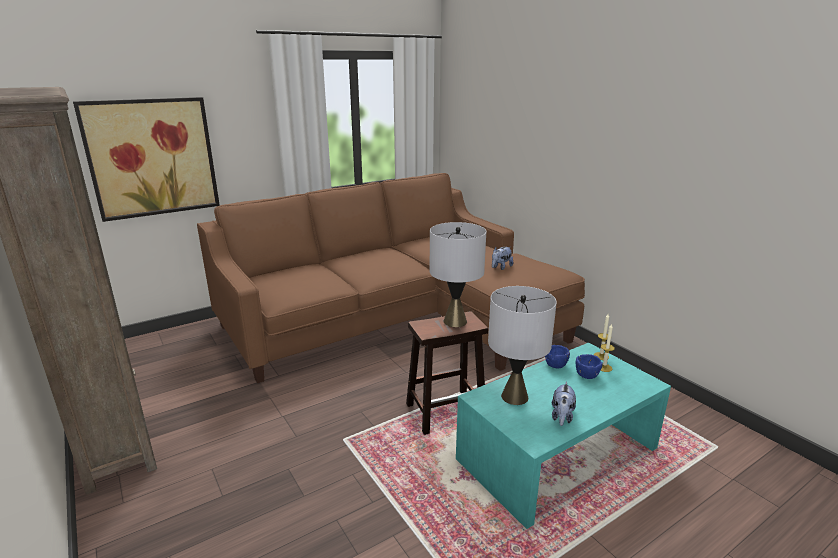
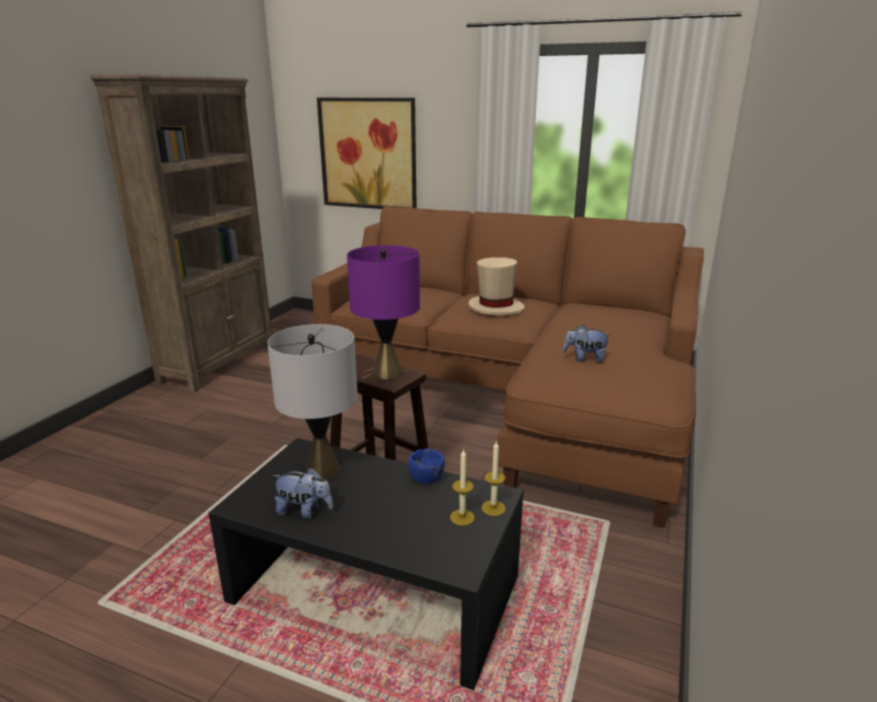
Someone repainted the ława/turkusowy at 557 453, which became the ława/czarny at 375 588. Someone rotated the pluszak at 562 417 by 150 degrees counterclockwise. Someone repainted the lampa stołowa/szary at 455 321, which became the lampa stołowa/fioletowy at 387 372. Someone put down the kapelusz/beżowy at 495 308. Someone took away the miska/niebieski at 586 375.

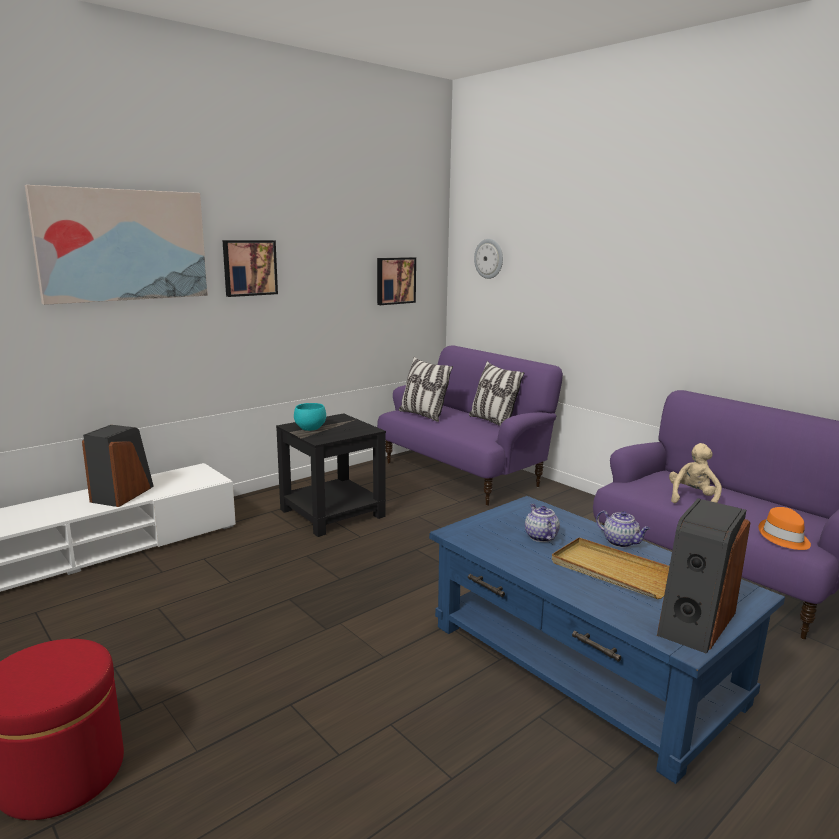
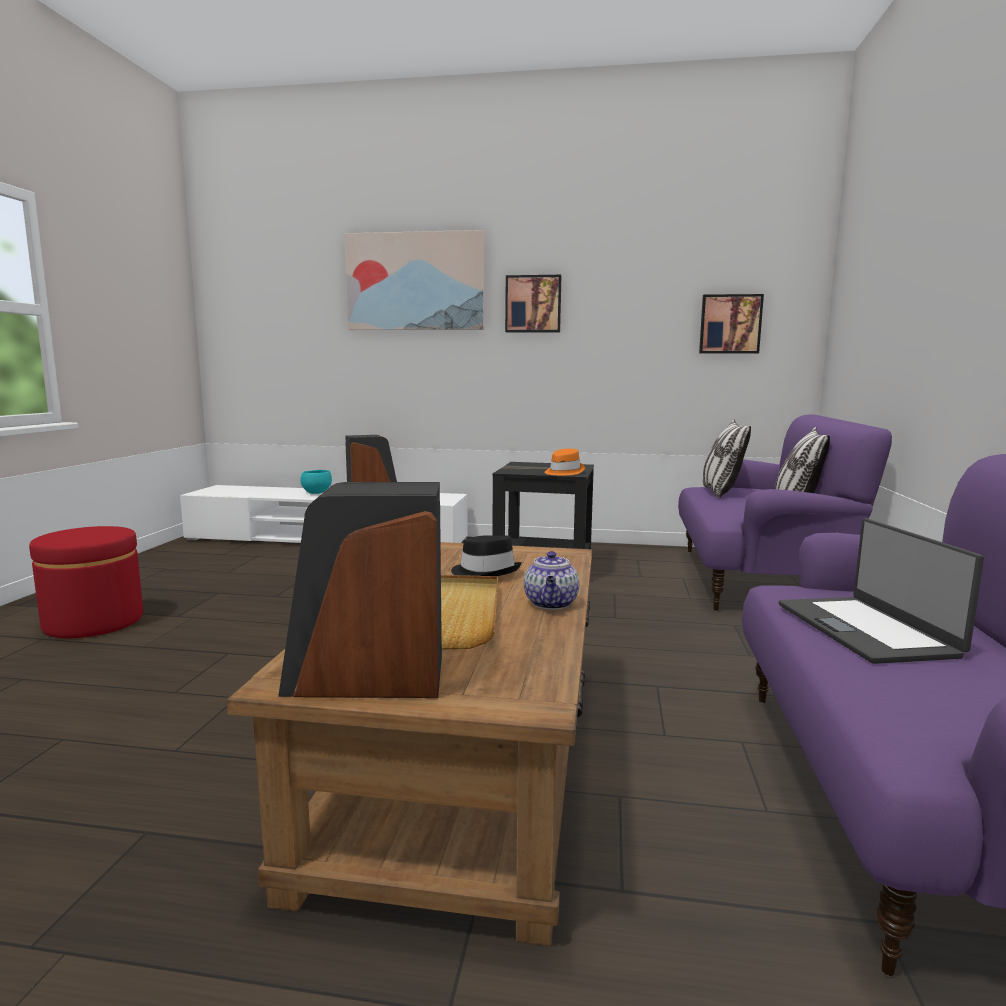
Someone repainted the ława/niebieski at 582 663, which became the ława/brązowy at 465 762. Someone carried the miska/turkusowy from 309 429 to 316 493. Someone swapped the imbryk at 540 536 for the kapelusz/czarny at 486 572. Someone carried the kapelusz/pomarańczowy from 783 537 to 563 472. Someone swapped the pluszak/beżowy at 692 499 for the laptop at 866 629. Someone took away the zegar ścienny at 489 258.

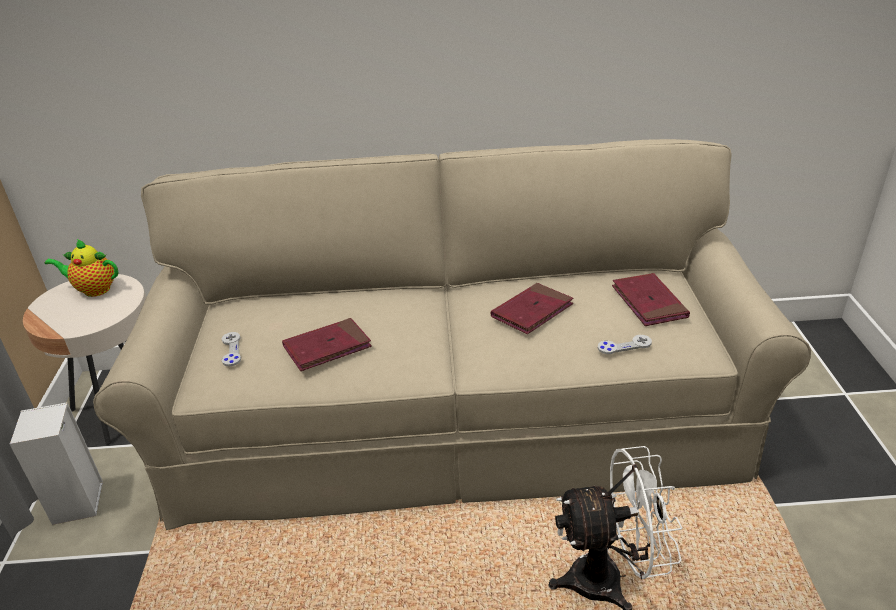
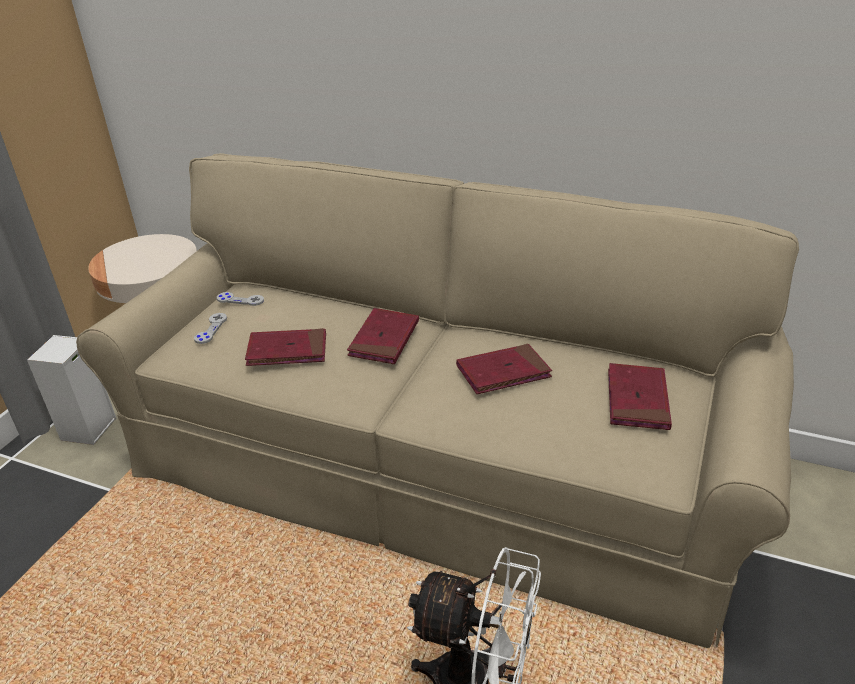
Someone carried the pad do gier/szary from 624 345 to 240 300. Someone put down the książka/czerwony at 384 339. Someone took away the imbryk at 94 289.

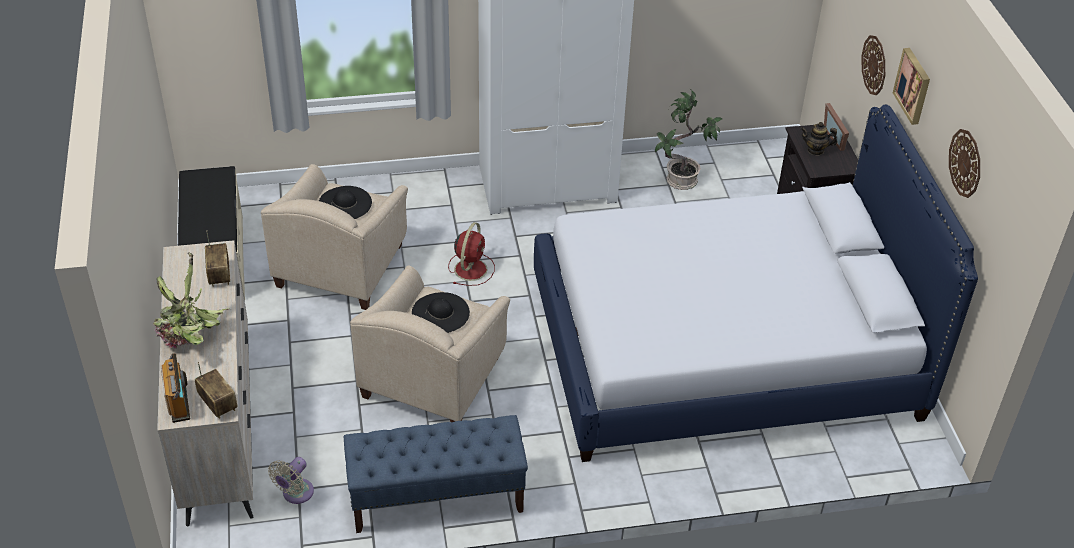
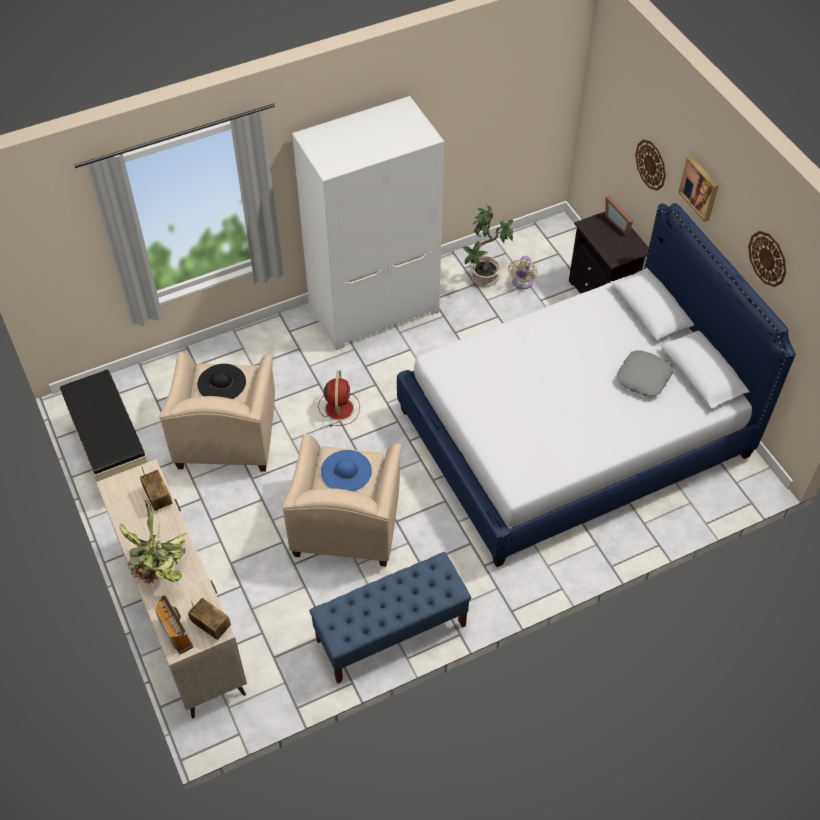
Someone repainted the kapelusz/czarny at 440 313, which became the kapelusz/niebieski at 346 471. Someone carried the wentylator/beżowy from 295 494 to 522 283. Someone put down the poduszka/szary at 643 377. Someone took away the imbryk at 815 150.

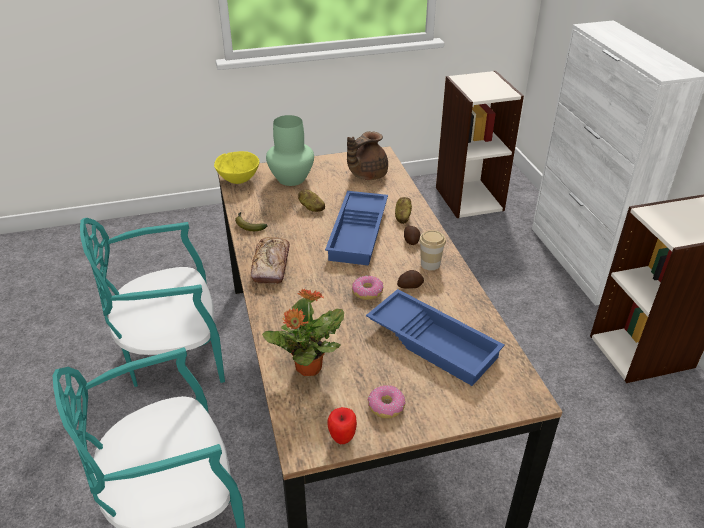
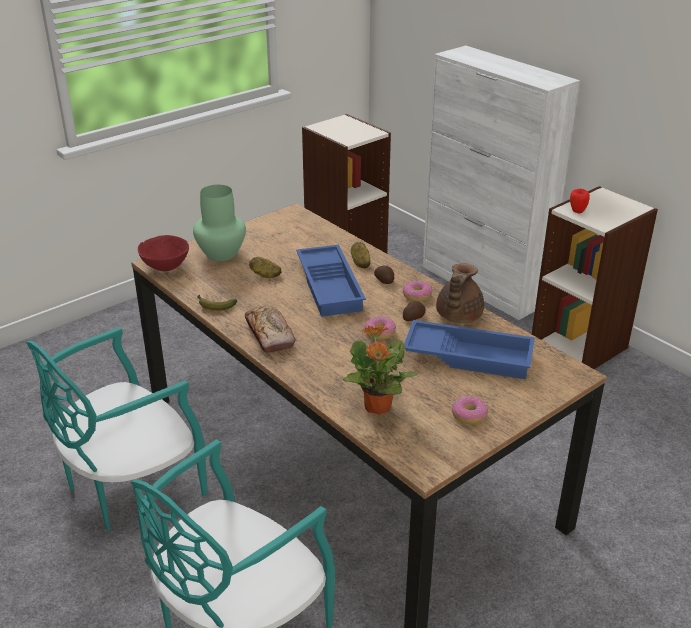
Someone repainted the miska/żółty at 239 180, which became the miska/czerwony at 166 267. Someone swapped the filiżanka at 430 264 for the donut at 417 296. Someone carried the imbryk/brązowy from 366 174 to 457 316. Someone carried the jabłko from 342 438 to 577 211.

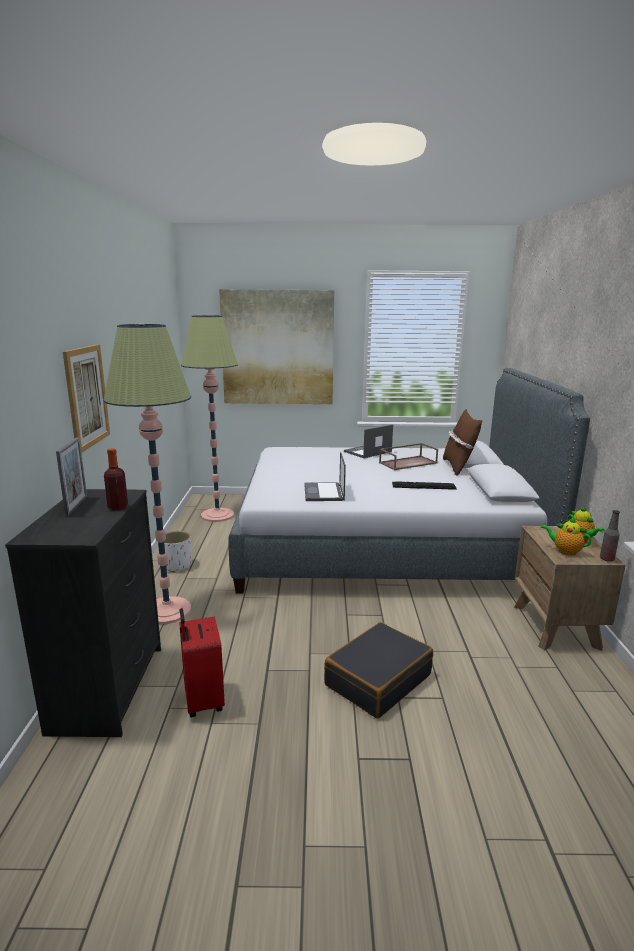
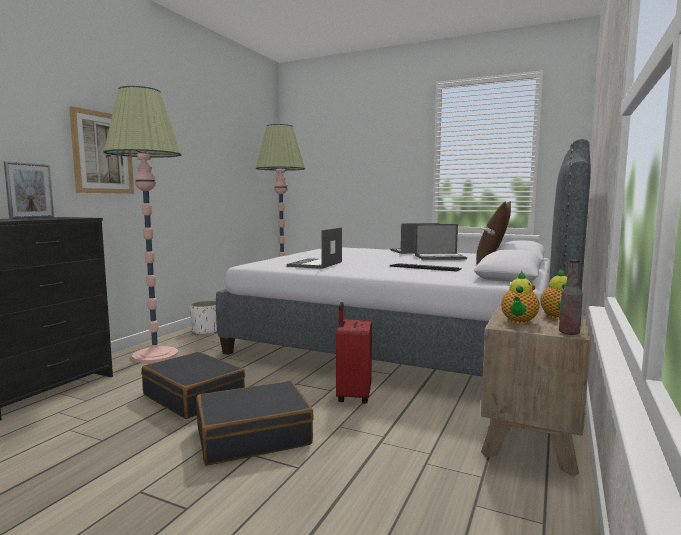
Someone put down the walizka/czarny at 194 396. Someone carried the walizka/czerwony from 202 701 to 353 396. Someone swapped the taca/brązowy at 408 462 for the laptop at 440 257. Someone rotated the imbryk at 565 551 by 120 degrees counterclockwise. Someone took away the butelka at 118 507. Someone took away the obraz at 278 348.

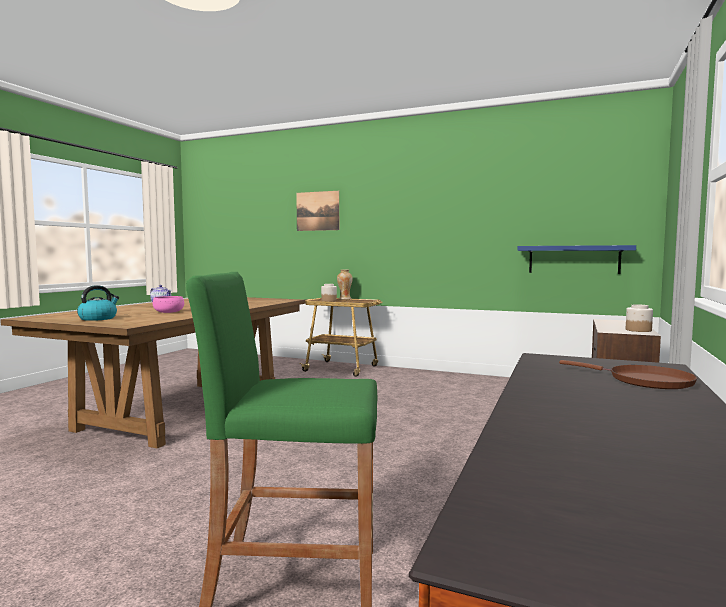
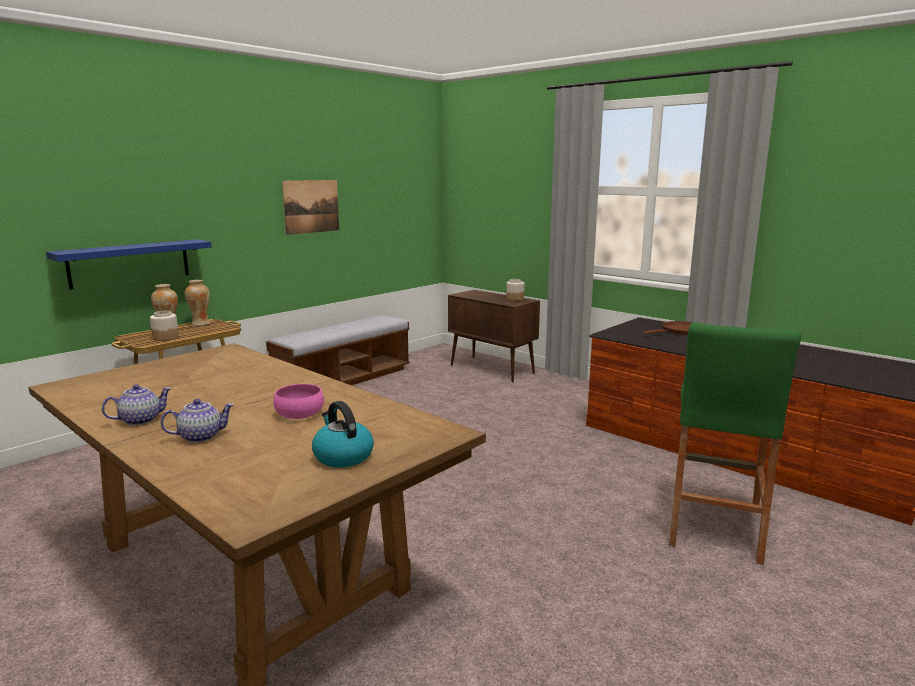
Someone carried the półka/niebieski from 573 259 to 130 263. Someone put down the imbryk at 201 436. Someone put down the wazon at 200 323. Someone put down the ławka at 344 380. Someone carried the obraz from 317 211 to 311 206.

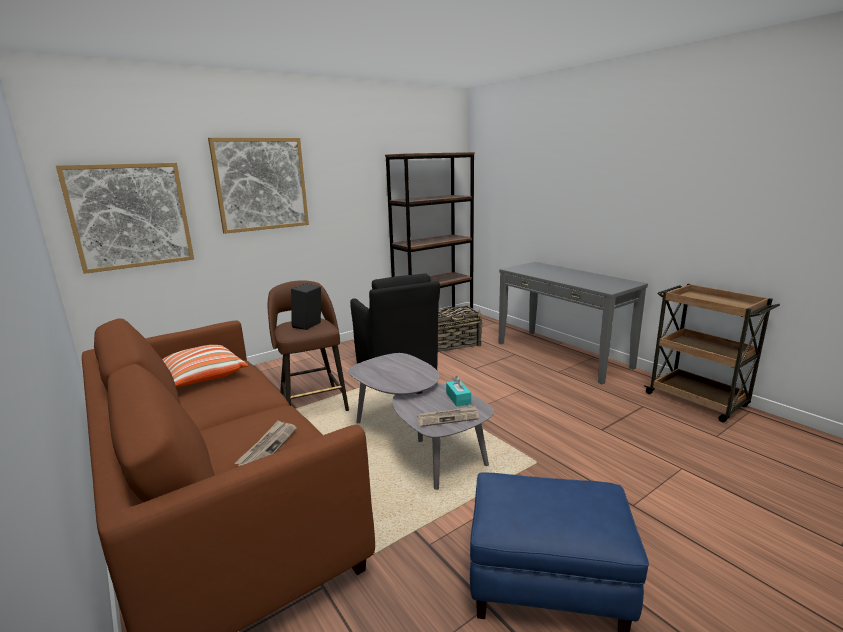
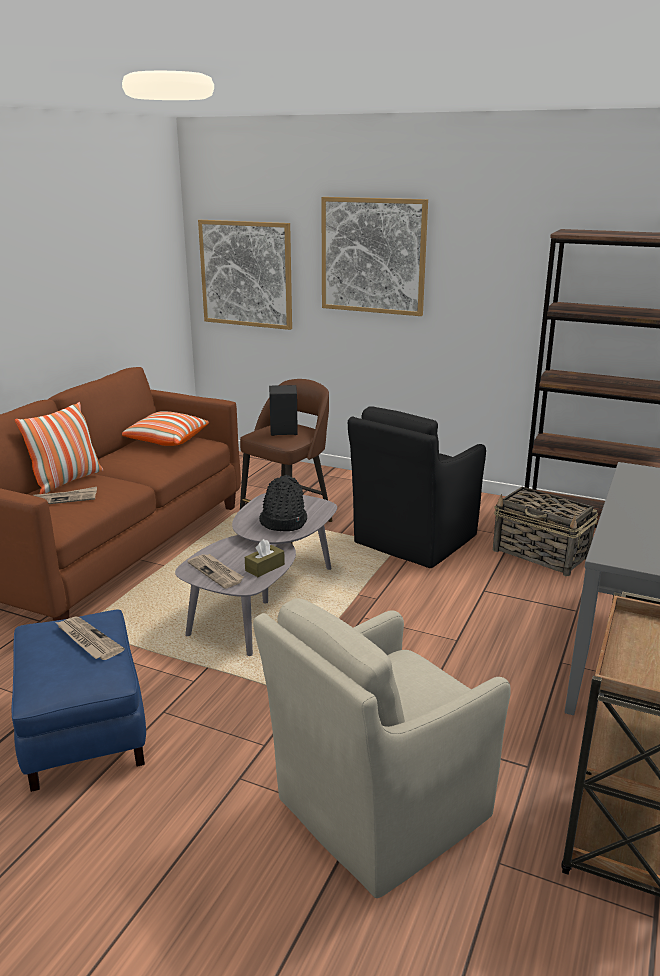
Someone put down the poduszka at 67 481. Someone put down the gazeta at 88 640. Someone repainted the pudełko chusteczek/turkusowy at 458 398, which became the pudełko chusteczek/brązowy at 265 567. Someone put down the fotel/beżowy at 377 811. Someone put down the kapelusz/czarny at 282 521.

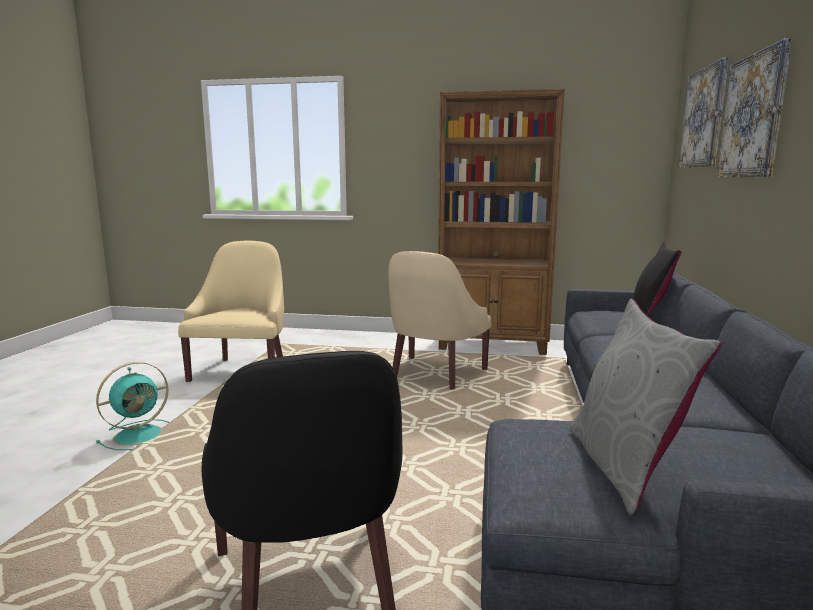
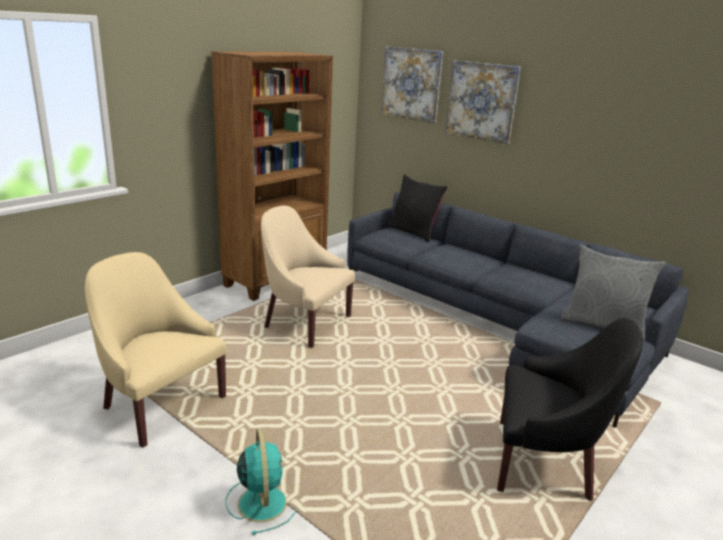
Someone rotated the fotel/beżowy at 434 374 by 150 degrees clockwise.

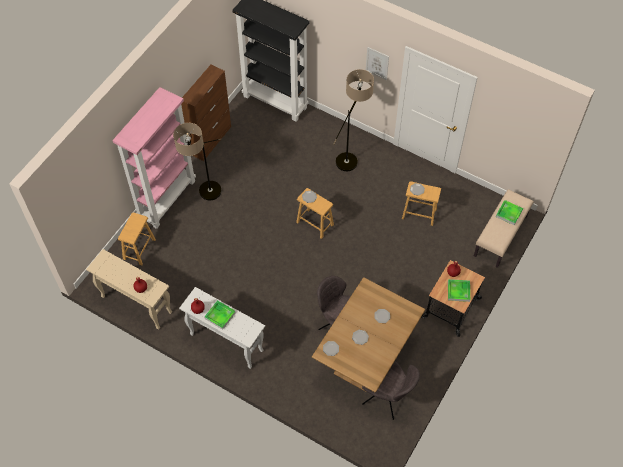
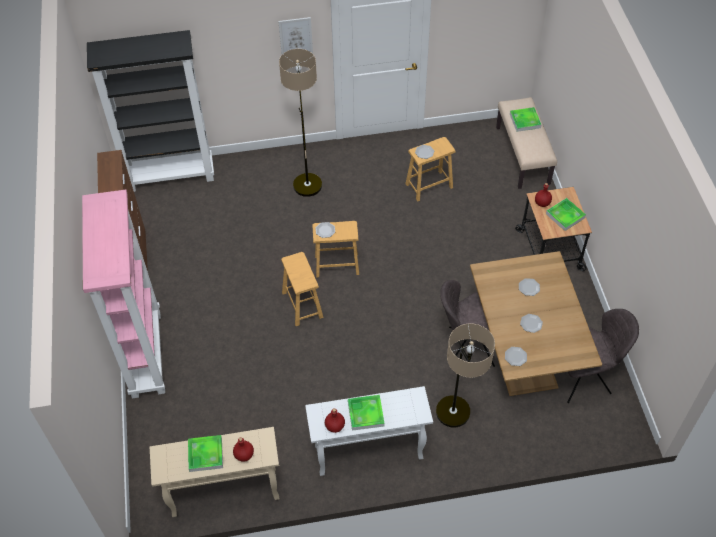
Someone put down the taca at 205 454. Someone carried the stołek/brązowy from 139 249 to 302 305. Someone carried the lampa stojąca from 204 197 to 455 424.

